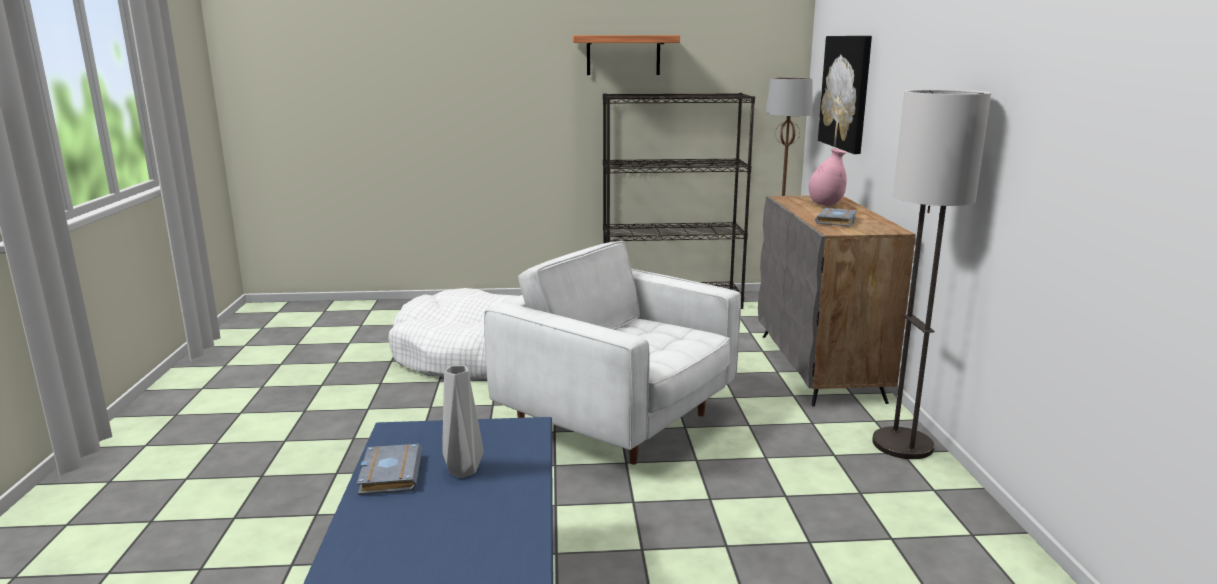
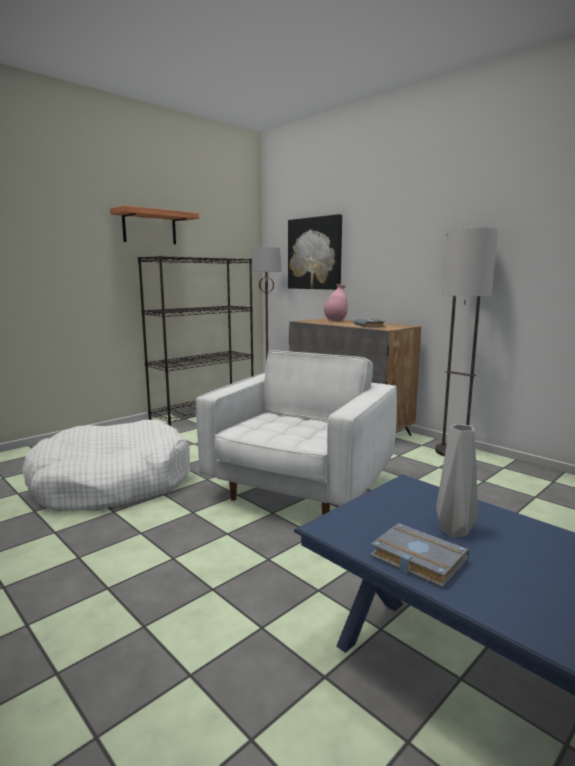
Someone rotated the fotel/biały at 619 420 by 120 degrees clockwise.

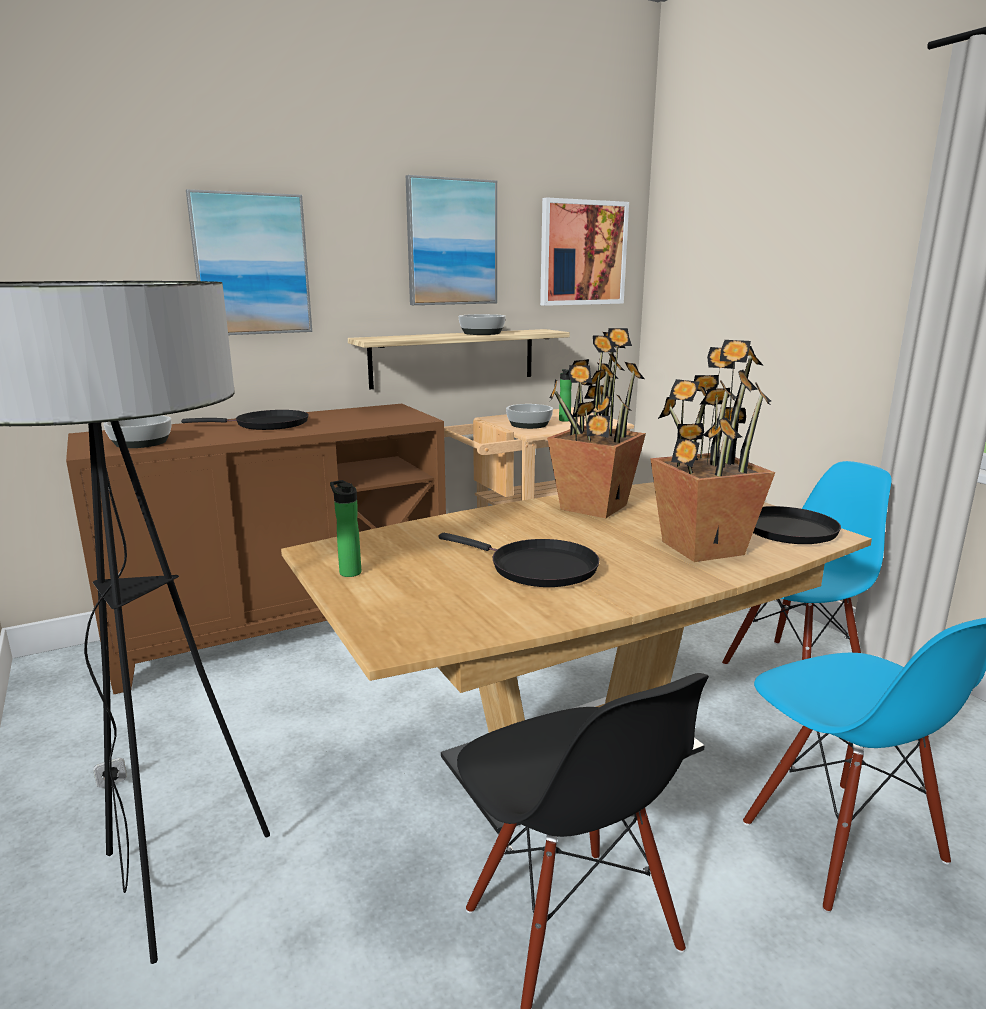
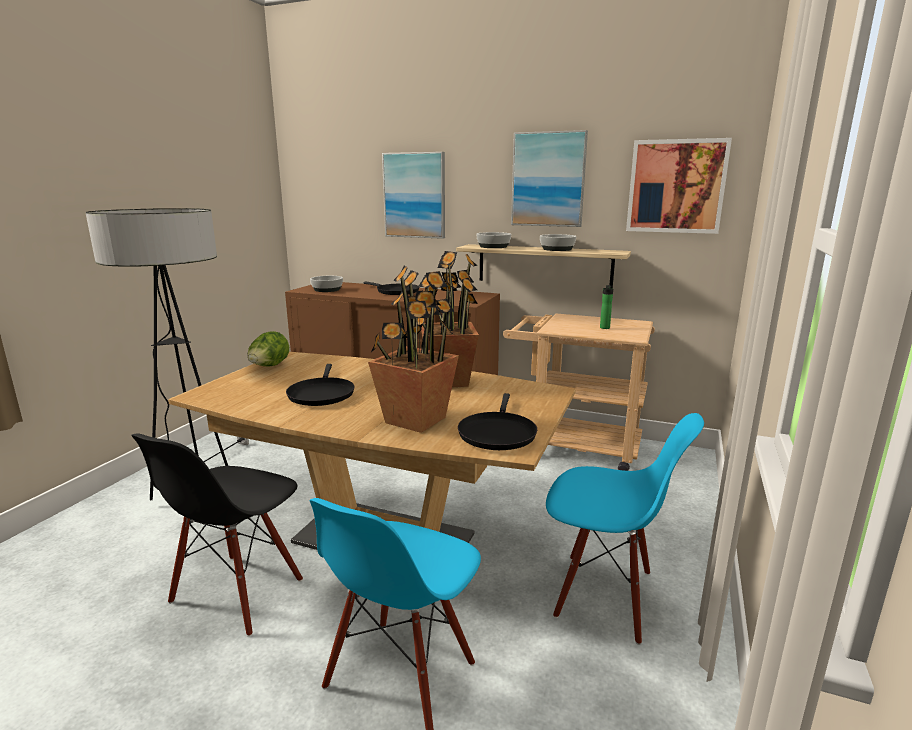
Someone swapped the butelka at 348 571 for the sałata at 269 367. Someone carried the miska from 529 425 to 493 246.

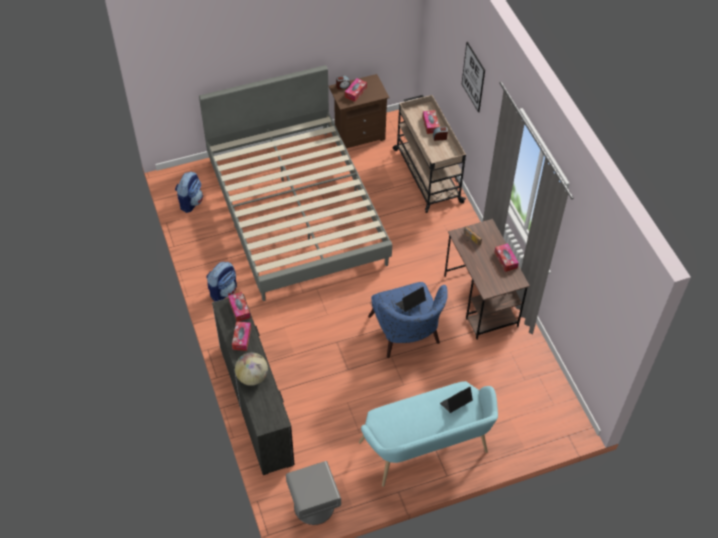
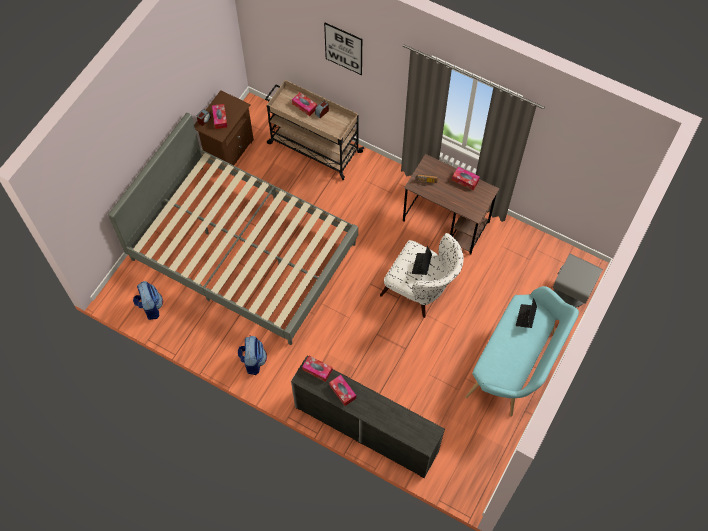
Someone repainted the fotel/niebieski at 406 336, which became the fotel/biały at 421 290. Someone carried the szafka nocna/szary from 314 506 to 571 292. Someone took away the globus at 252 377.

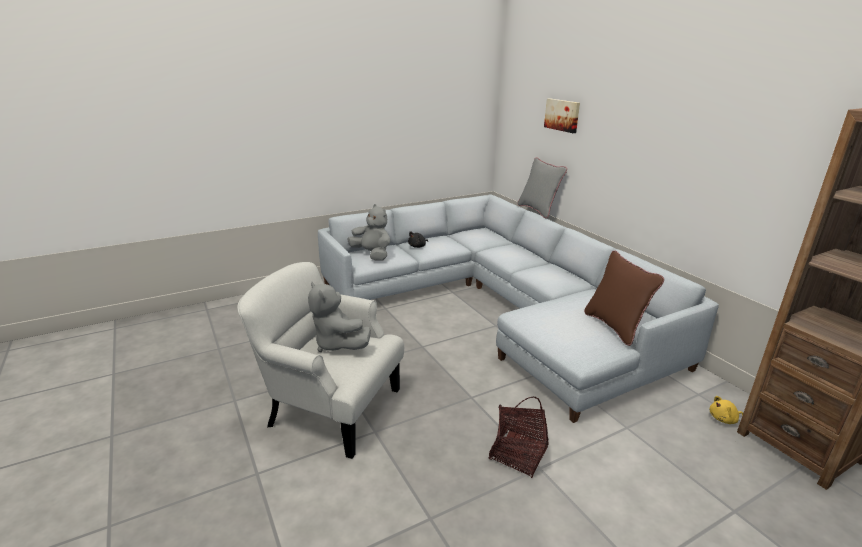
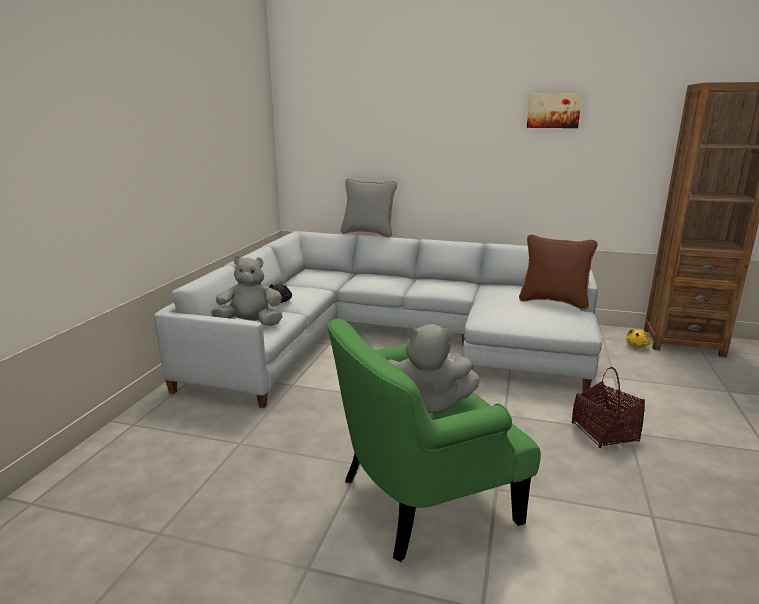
Someone repainted the fotel/biały at 330 408, which became the fotel/zielony at 422 498. Someone carried the obraz from 562 115 to 553 110.

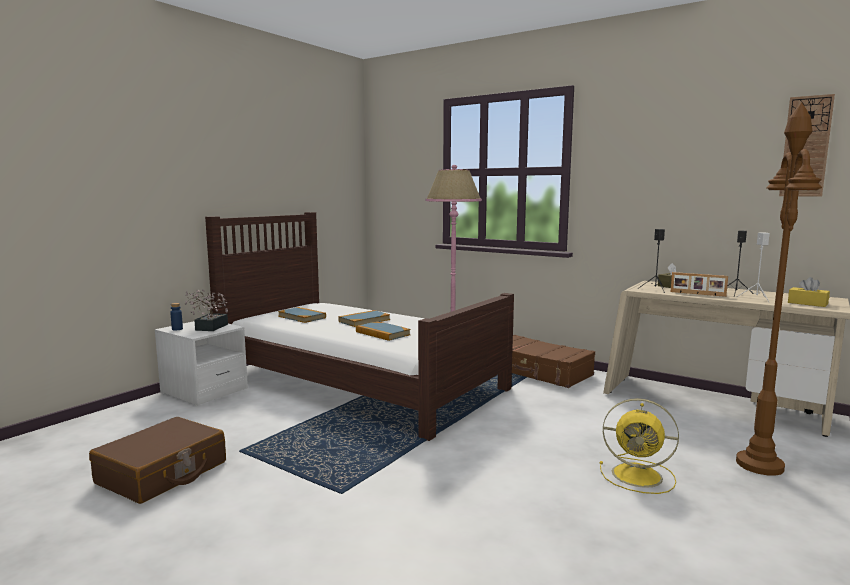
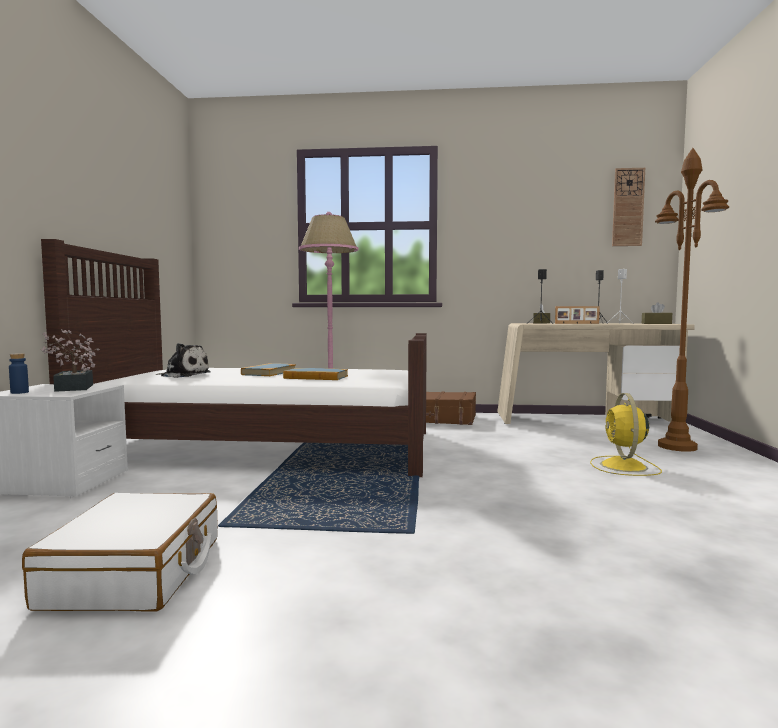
Someone repainted the walizka/brązowy at 162 473, which became the walizka/biały at 136 572. Someone swapped the książka at 302 317 for the pluszak at 184 375. Someone rotated the wentylator/żółty at 639 476 by 105 degrees clockwise. Someone repainted the pudełko chusteczek/żółty at 807 303, which became the pudełko chusteczek/brązowy at 656 323.

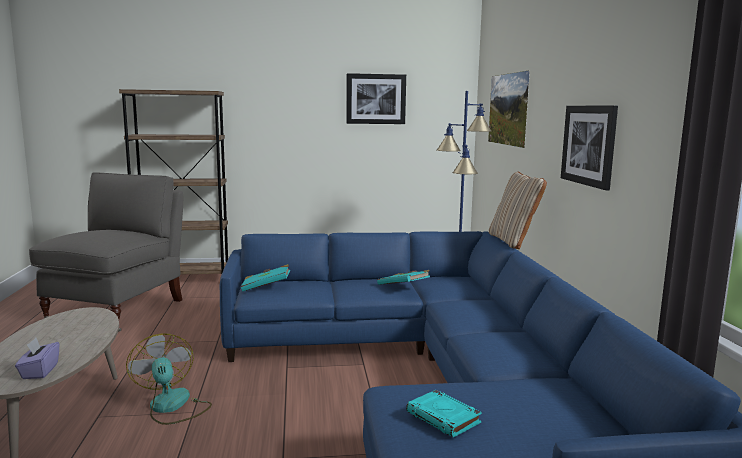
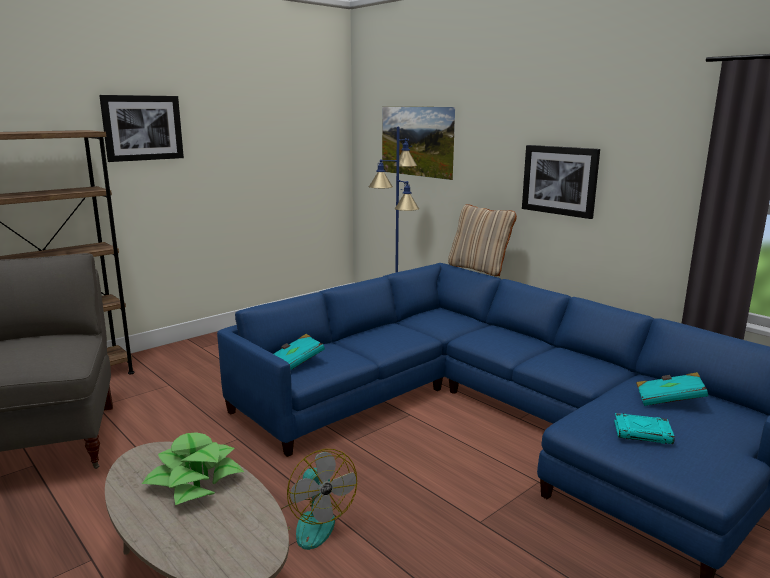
Someone carried the obraz from 376 99 to 142 128. Someone put down the roślina doniczkowa at 195 480. Someone rotated the wentylator at 172 407 by 150 degrees counterclockwise. Someone carried the książka/turkusowy from 403 287 to 668 401. Someone took away the pudełko chusteczek/fioletowy at 39 371.

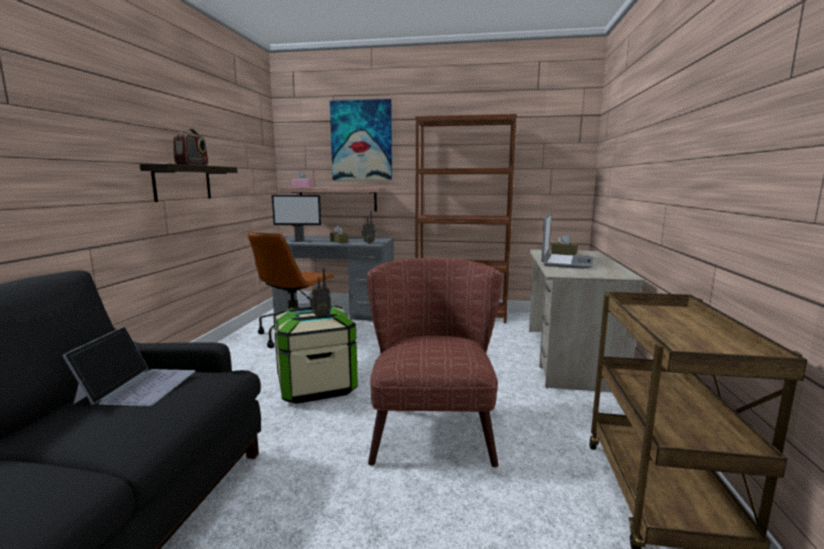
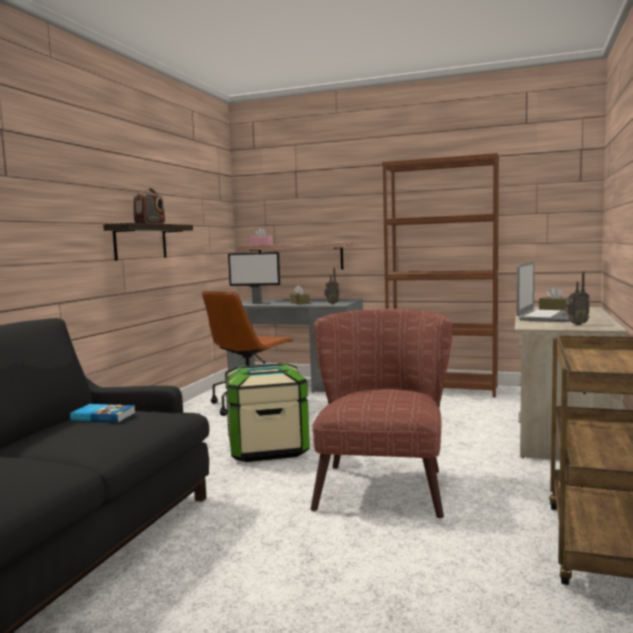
Someone swapped the laptop at 138 385 for the książka at 103 416. Someone carried the radio from 321 316 to 576 324. Someone took away the obraz at 361 141.

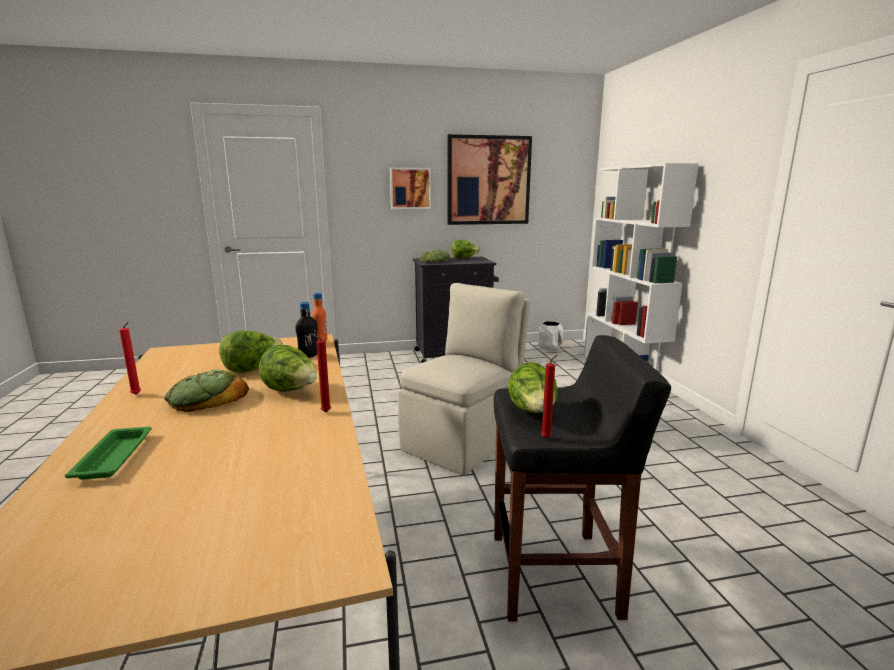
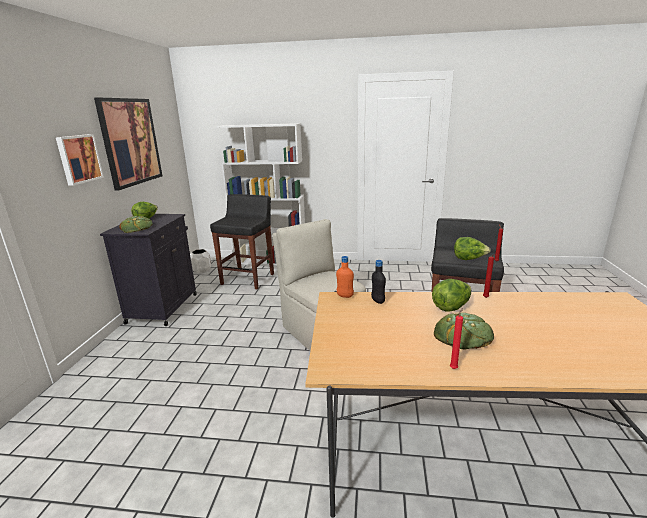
Someone put down the stołek/czarny at 248 279. Someone took away the taca/zielony at 115 456. Someone took away the sałata at 252 369.

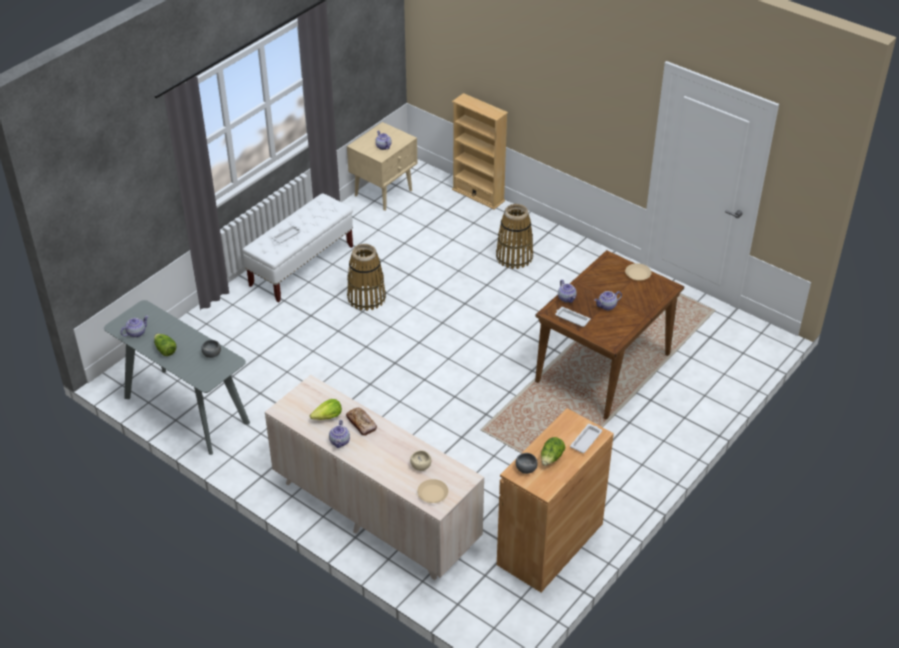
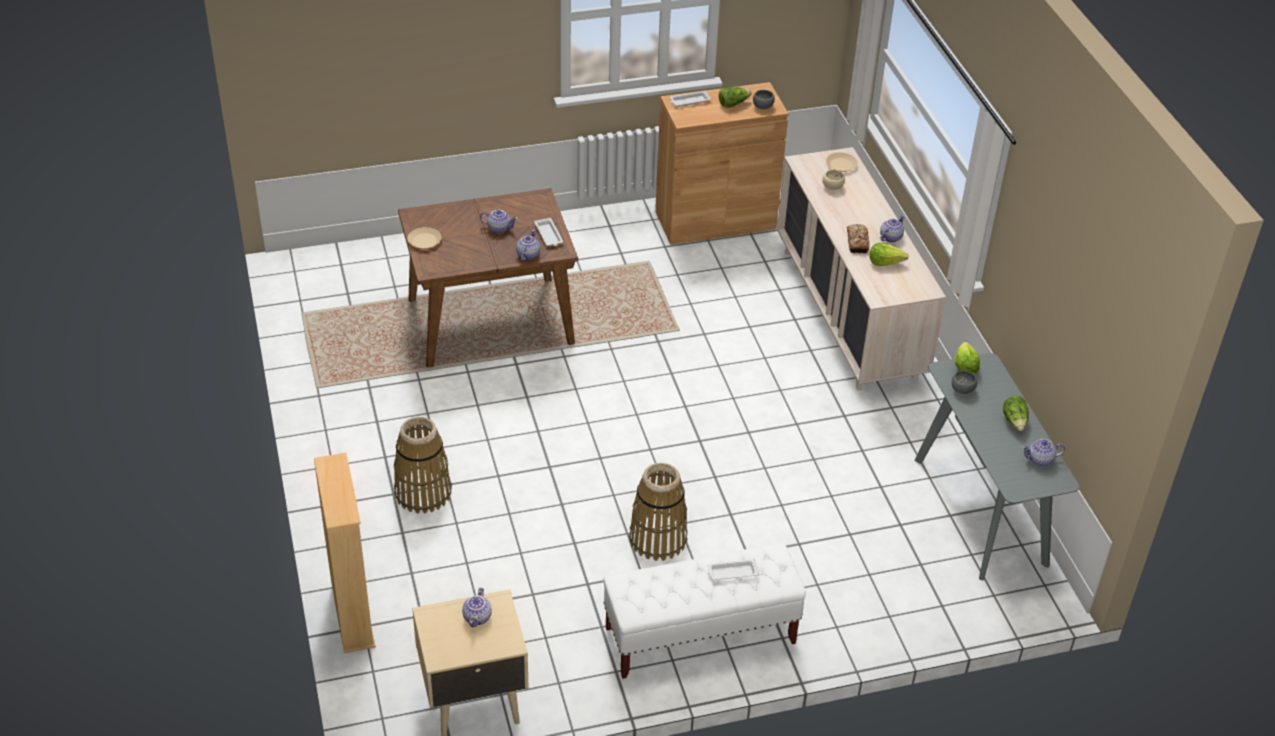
Someone put down the sałata at 964 366.

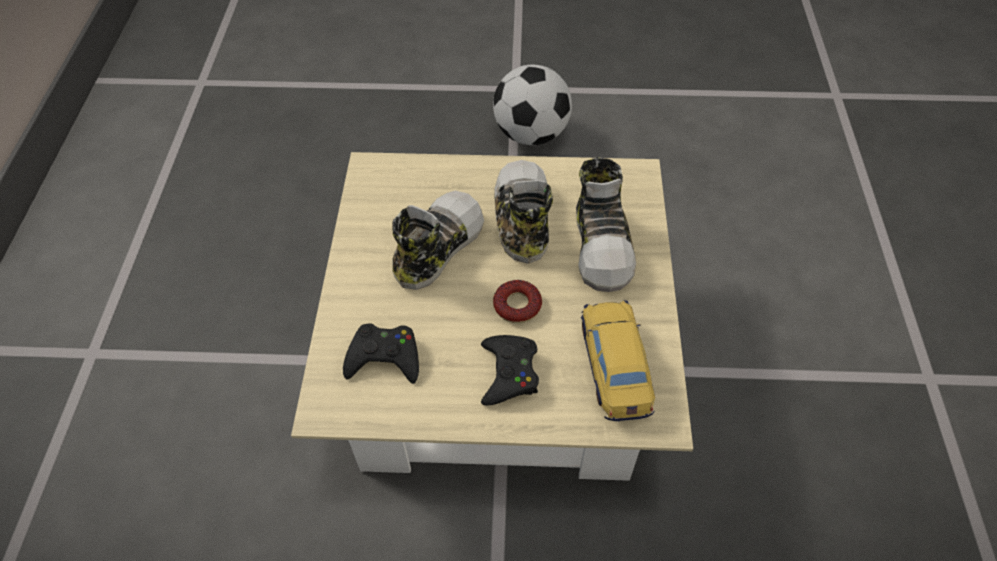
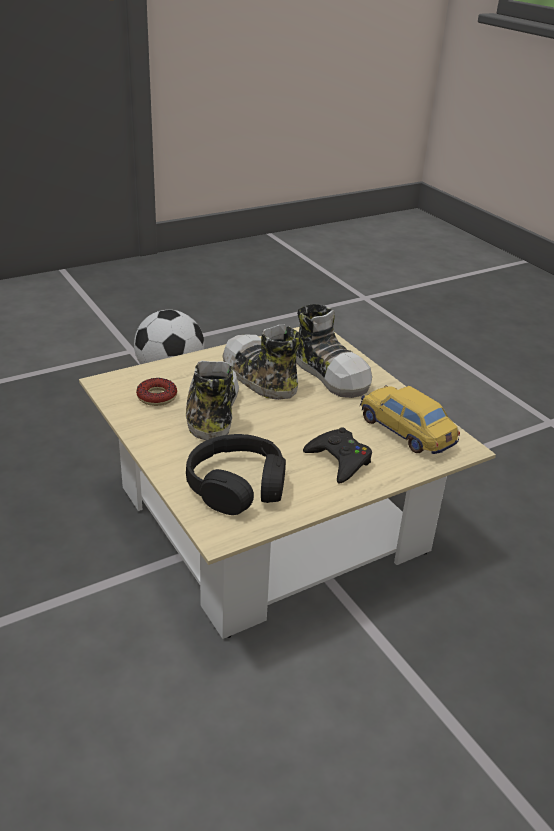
Someone carried the donut from 517 305 to 157 397. Someone swapped the pad do gier/czarny at 384 358 for the słuchawki/czarny at 237 486.

